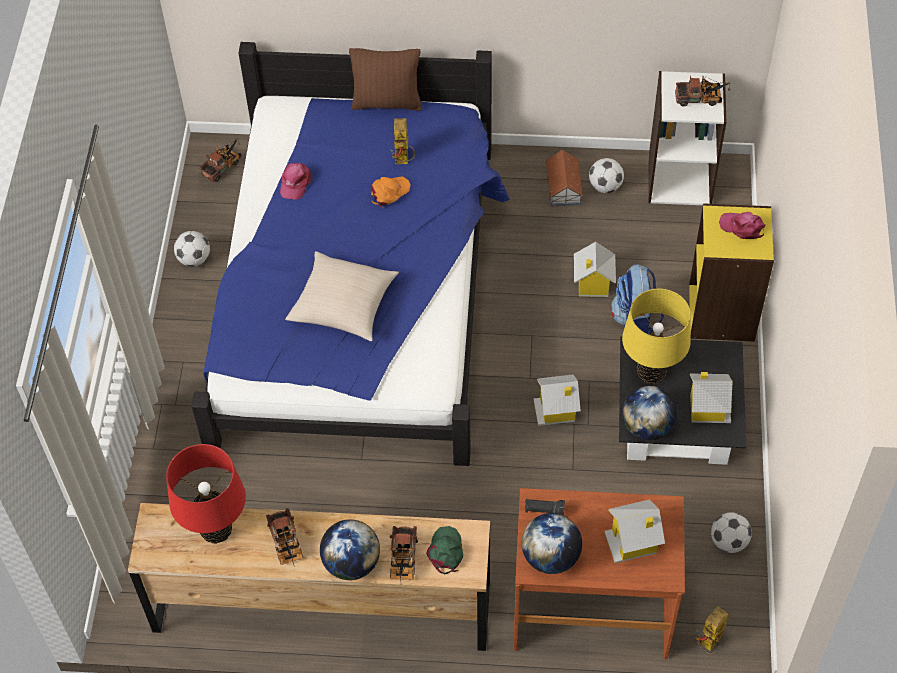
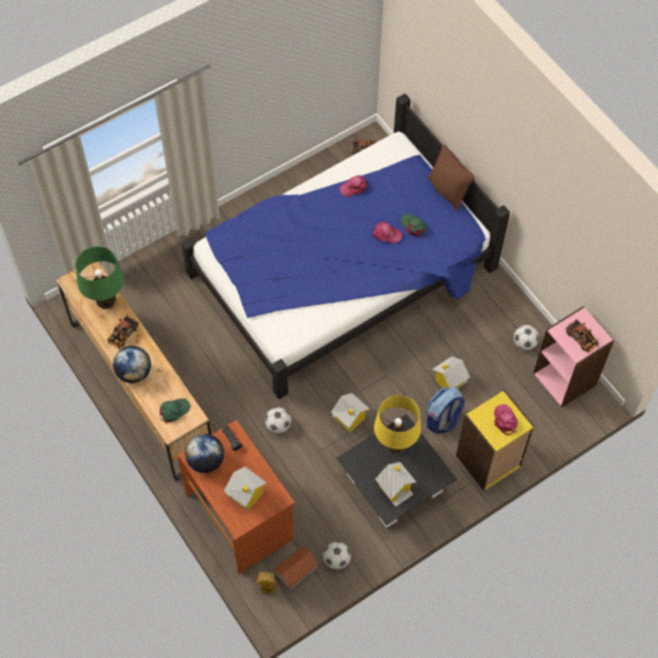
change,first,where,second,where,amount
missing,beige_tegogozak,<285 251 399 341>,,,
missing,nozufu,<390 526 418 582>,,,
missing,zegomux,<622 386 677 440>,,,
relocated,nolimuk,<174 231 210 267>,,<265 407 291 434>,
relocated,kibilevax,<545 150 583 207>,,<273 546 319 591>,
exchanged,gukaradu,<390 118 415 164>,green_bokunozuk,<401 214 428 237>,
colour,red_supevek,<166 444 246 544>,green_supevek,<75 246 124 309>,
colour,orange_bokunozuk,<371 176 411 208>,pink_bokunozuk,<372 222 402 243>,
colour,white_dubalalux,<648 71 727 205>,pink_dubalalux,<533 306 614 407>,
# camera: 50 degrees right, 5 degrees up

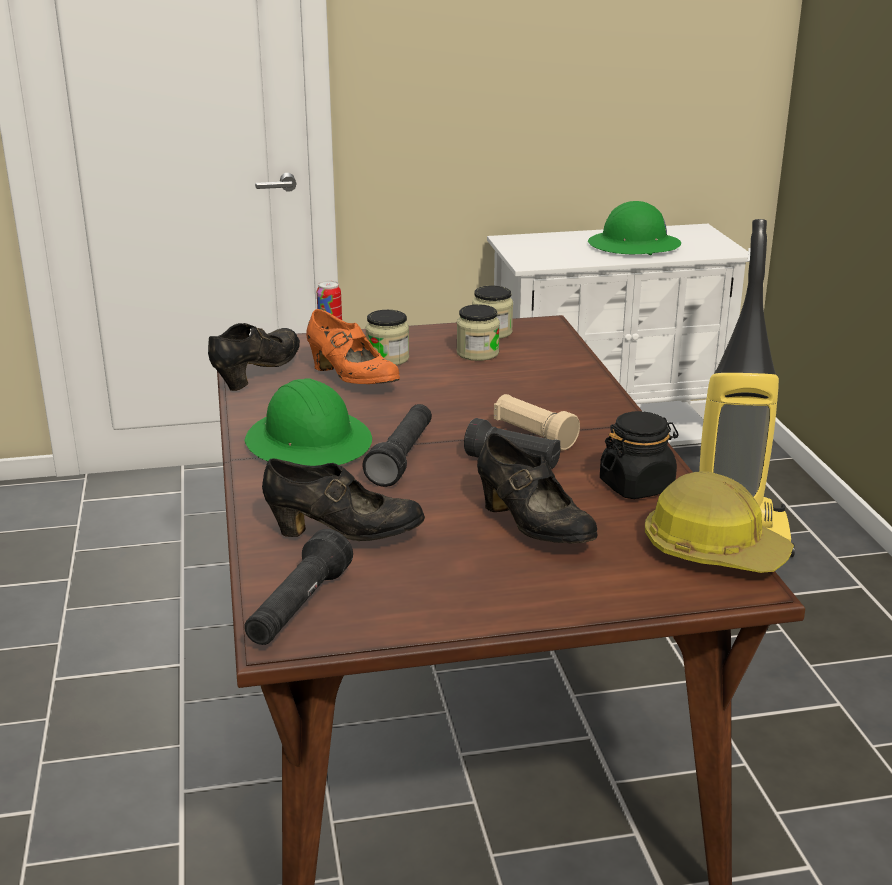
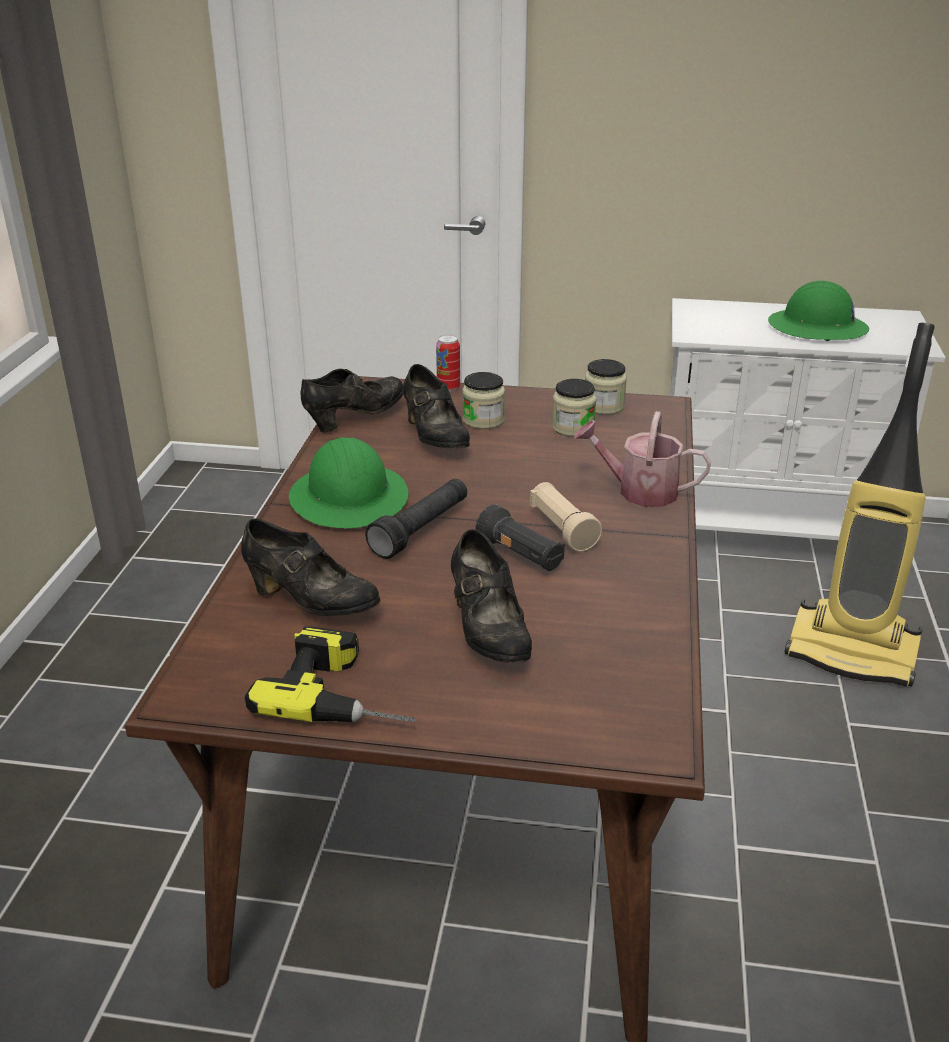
change,first,where,second,where,amount
missing,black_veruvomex,<244 529 353 645>,,,
missing,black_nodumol,<600 411 679 499>,,,
missing,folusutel,<645 471 794 573>,,,
appeared,,,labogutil,<245 627 416 722>,
appeared,,,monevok,<574 411 712 507>,
colour,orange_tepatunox,<306 309 400 384>,black_tepatunox,<403 364 470 448>,
# camera: 20 degrees right, 5 degrees up

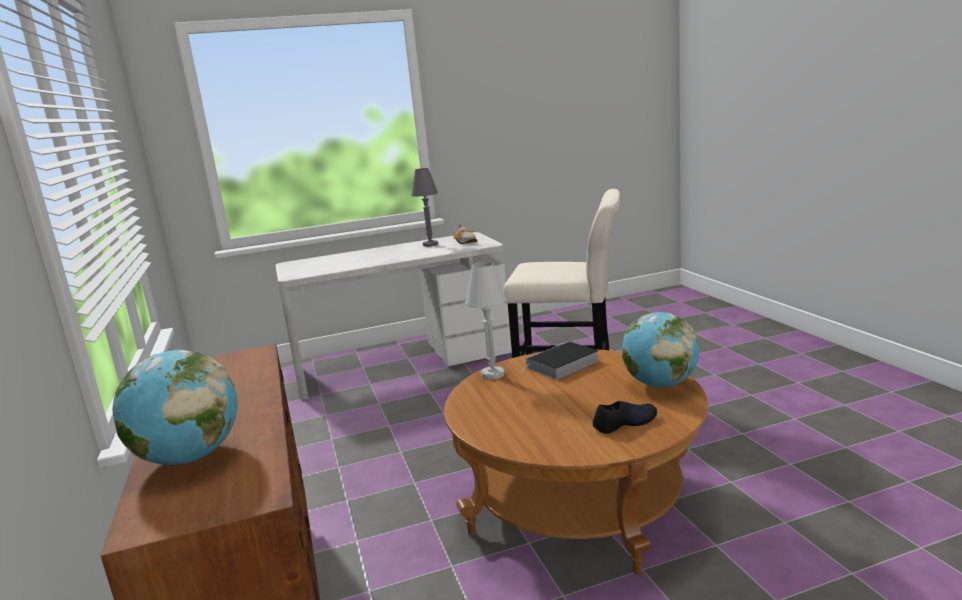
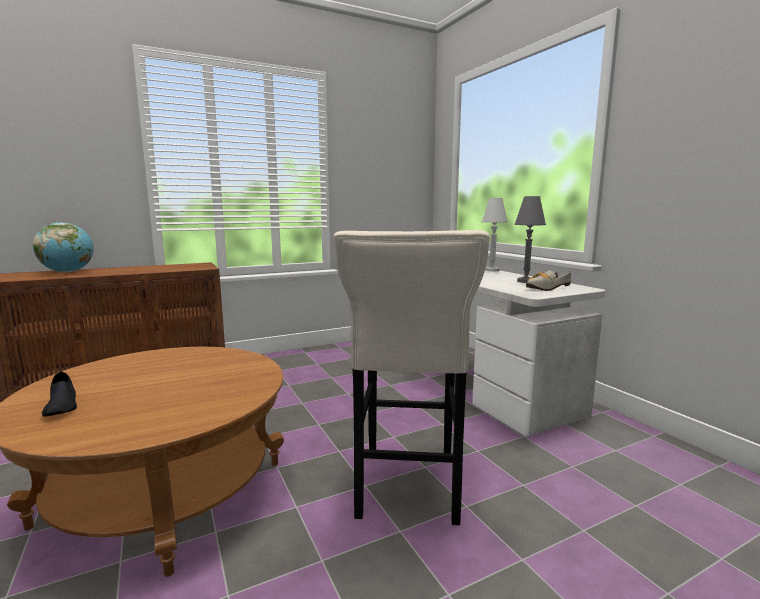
change,first,where,second,where,amount
missing,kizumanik,<521 341 599 380>,,,
missing,zegomux,<622 312 699 388>,,,
relocated,white_supevek,<465 262 506 379>,,<482 198 508 271>,
# camera: 80 degrees right, 5 degrees down

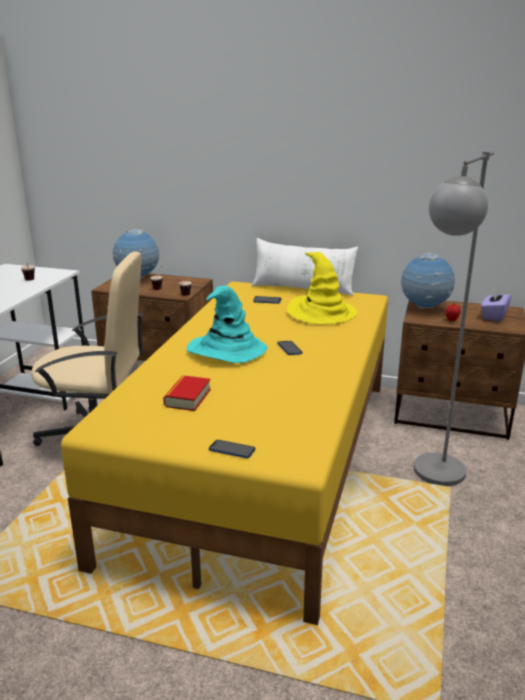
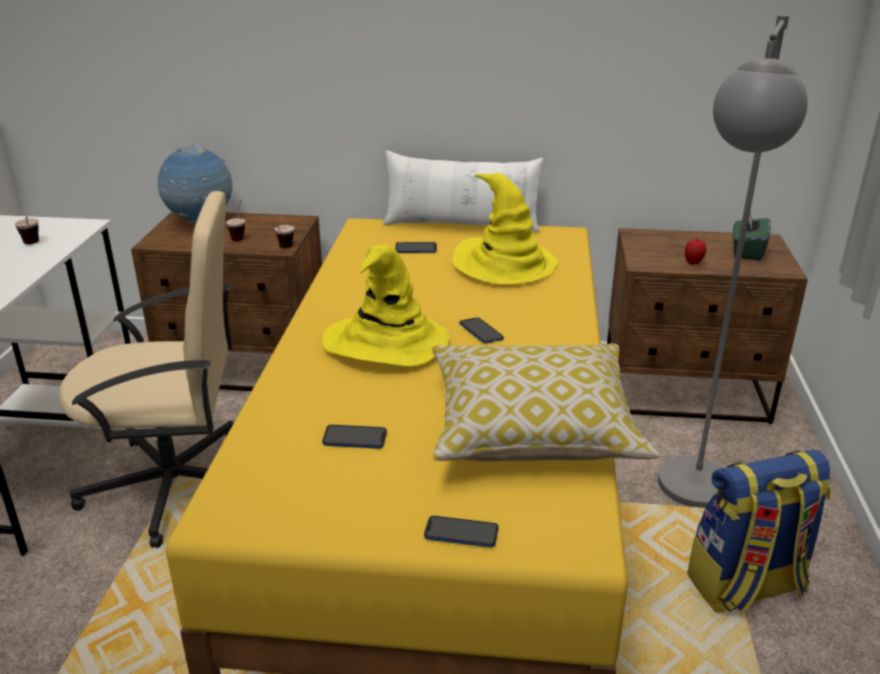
change,first,where,second,where,amount
missing,zegomux,<401 253 455 309>,,,
appeared,,,tegogozak,<432 344 660 461>,
appeared,,,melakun,<687 450 831 613>,
exchanged,kizumanik,<163 375 211 411>,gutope,<322 425 387 449>,
colour,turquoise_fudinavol,<187 286 268 363>,yellow_fudinavol,<322 245 449 366>,
colour,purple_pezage,<481 286 512 322>,green_pezage,<733 210 771 260>,
# camera: 10 degrees left, 5 degrees up

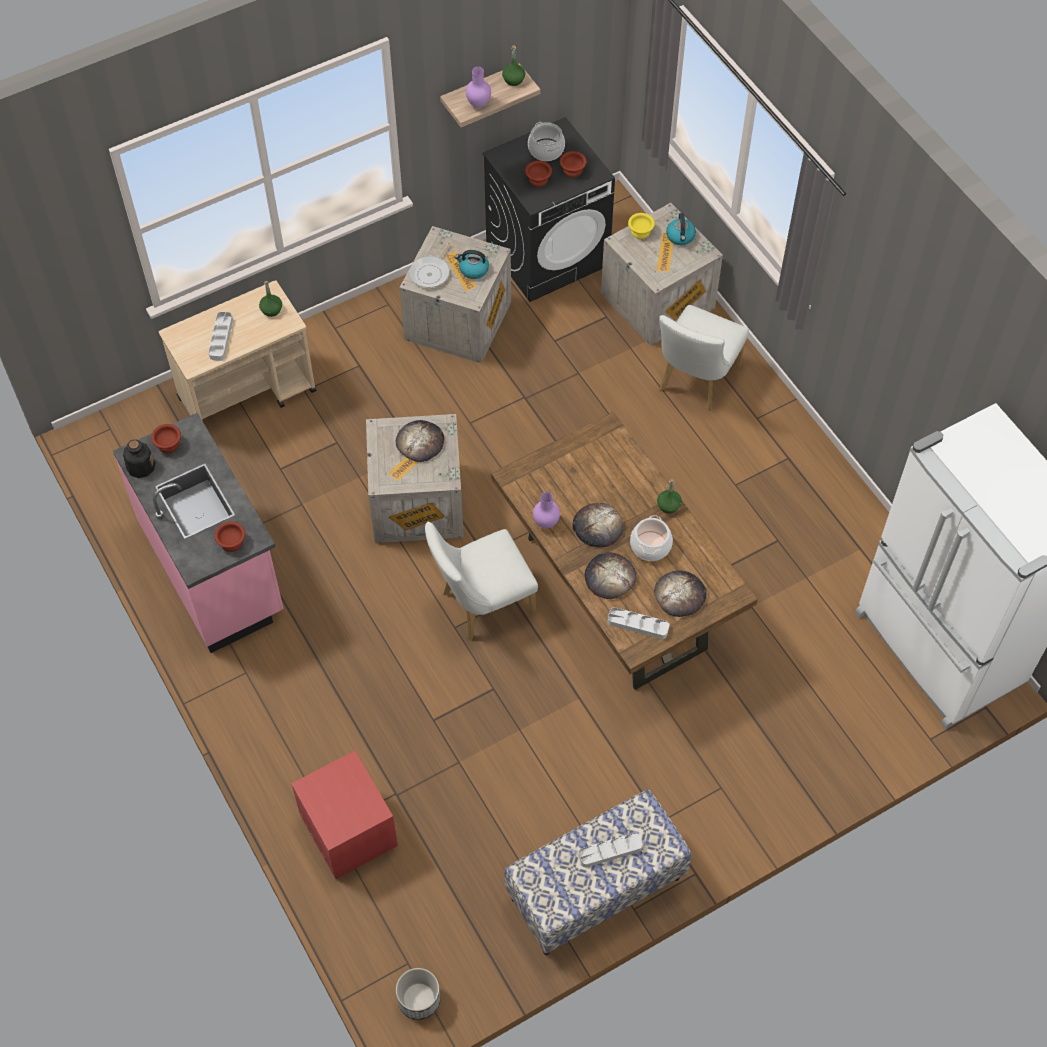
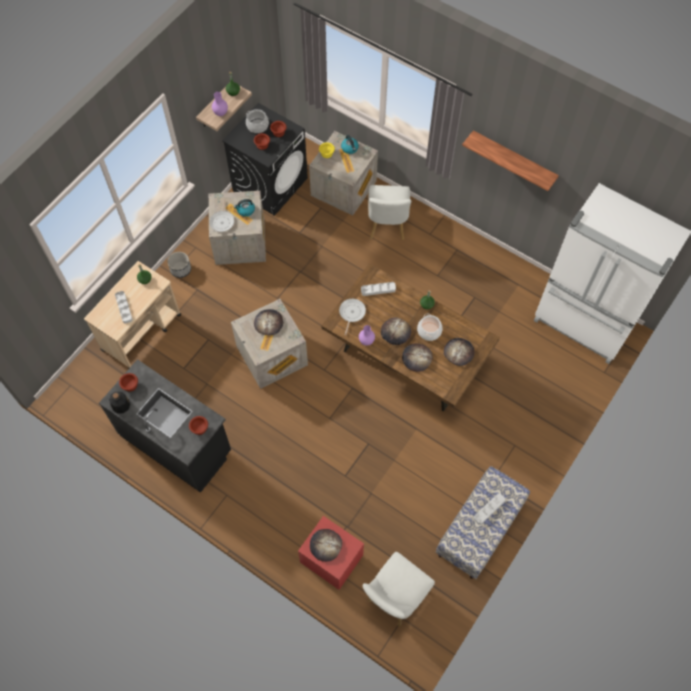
change,first,where,second,where,amount
appeared,,,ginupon,<310 529 342 562>,
appeared,,,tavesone,<339 299 366 335>,
appeared,,,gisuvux,<462 130 559 191>,
relocated,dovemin,<396 968 440 1020>,,<167 252 191 278>,
relocated,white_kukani,<425 522 538 641>,,<363 552 435 627>,
relocated,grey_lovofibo,<607 607 669 639>,,<361 282 396 296>,
colour,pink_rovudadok,<113 413 284 653>,black_rovudadok,<99 359 231 493>,
# camera: 25 degrees left, 5 degrees up

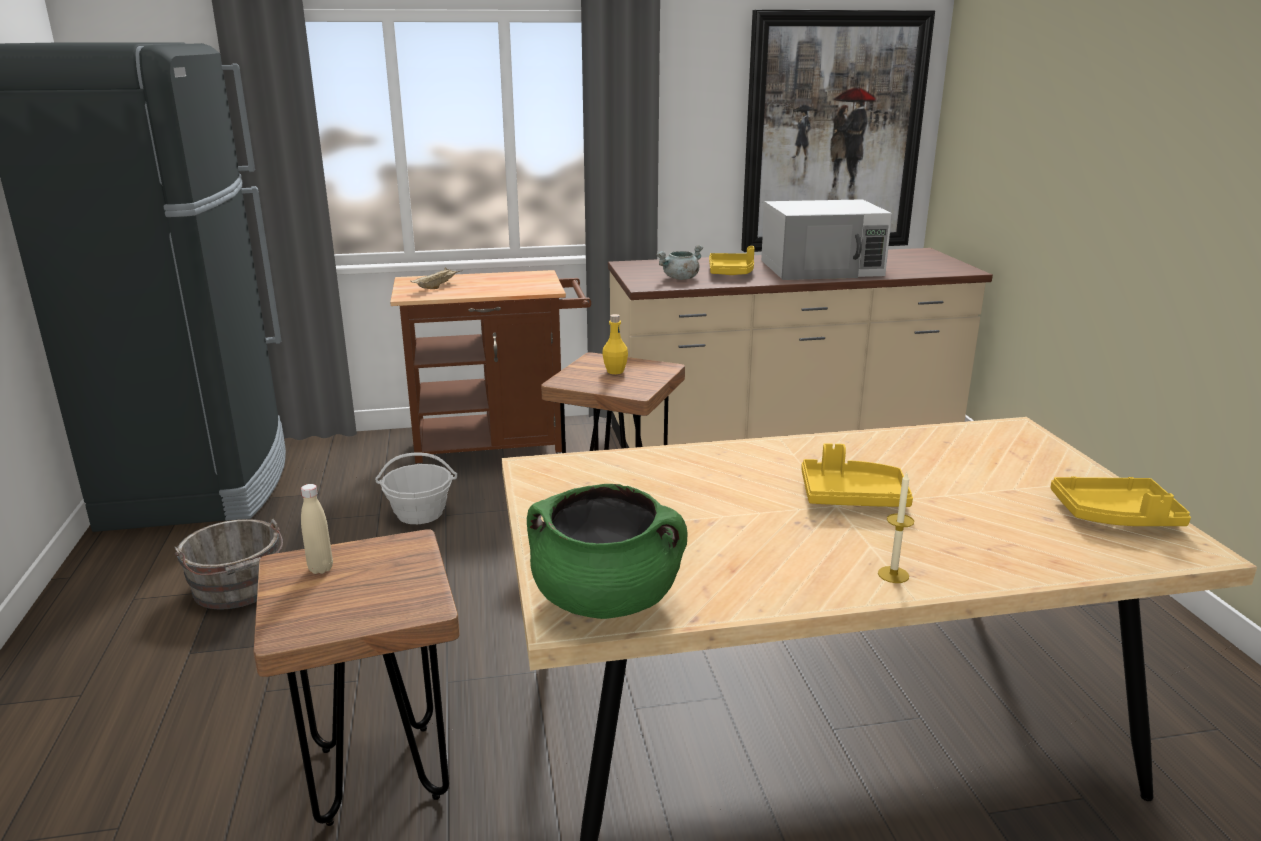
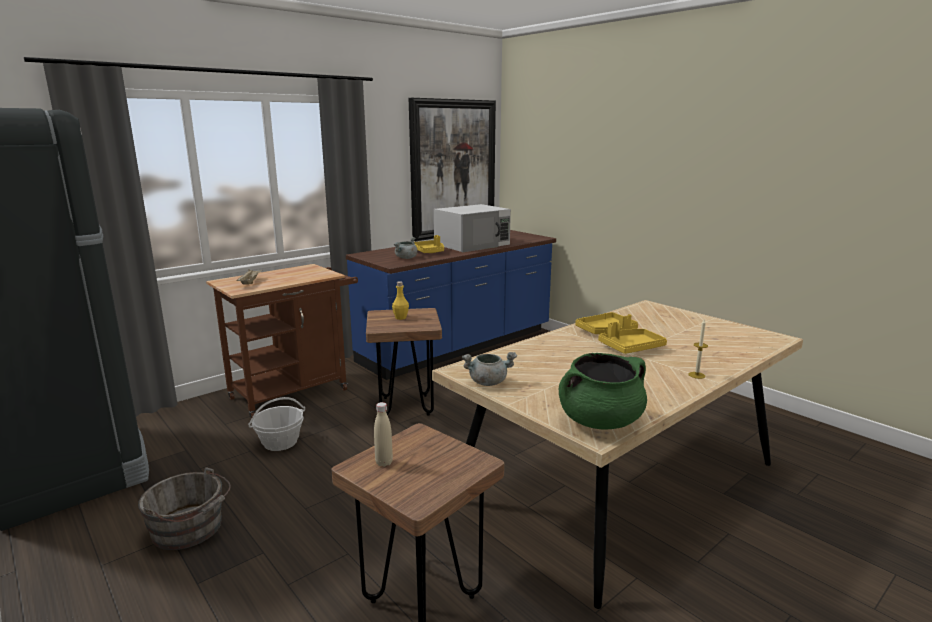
change,first,where,second,where,amount
appeared,,,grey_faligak,<462 352 517 386>,
relocated,yellow_lovofibo,<1050 476 1191 526>,,<575 312 638 334>,
colour,beige_rovudadok,<608 248 993 448>,blue_rovudadok,<346 230 556 380>,
# camera: 30 degrees left, 5 degrees down

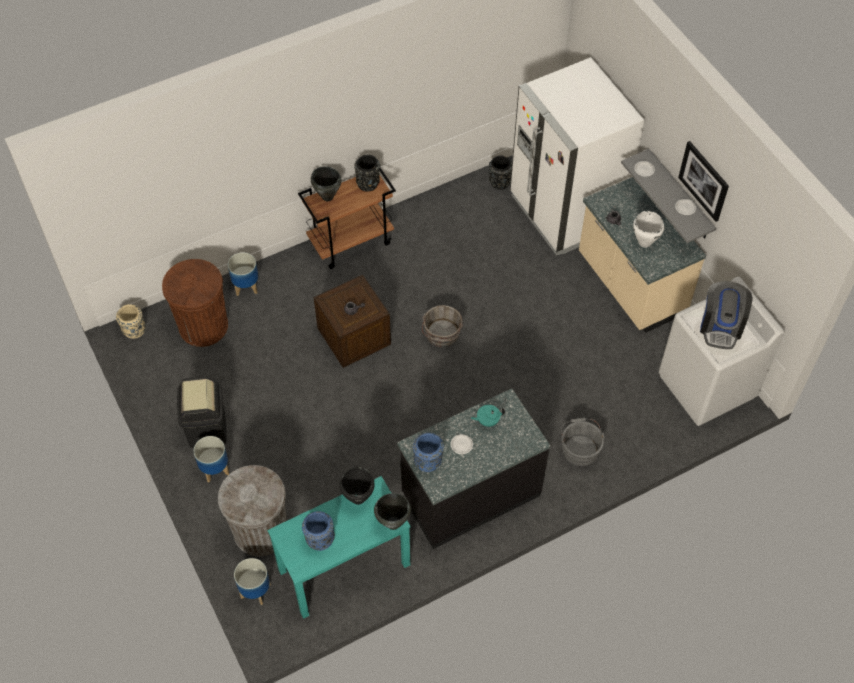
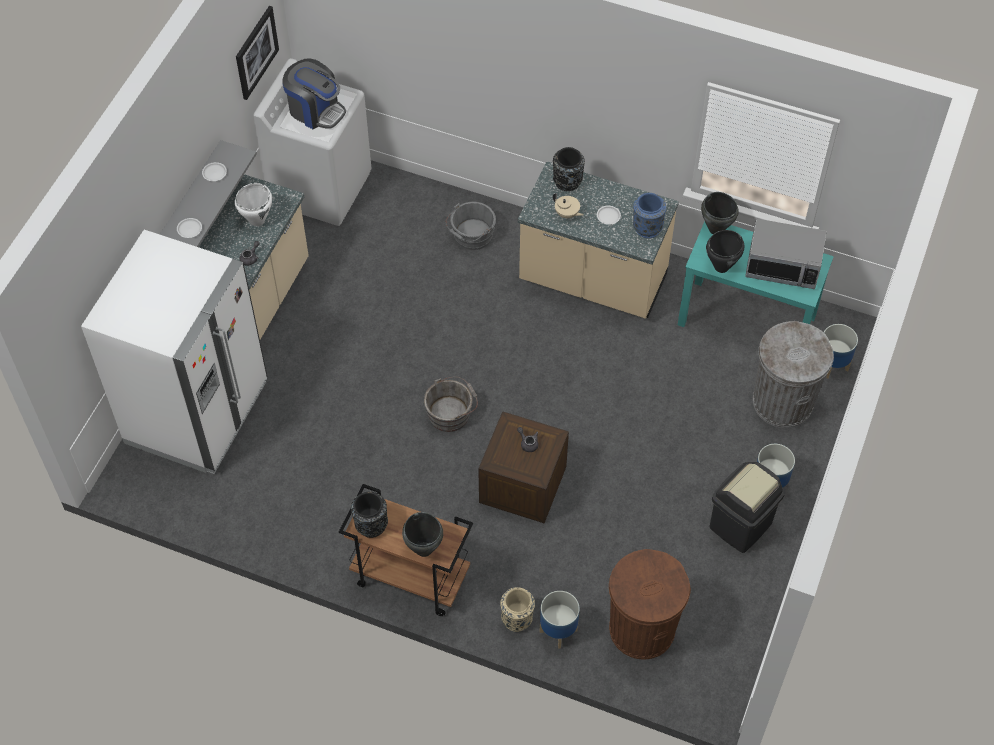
change,first,where,second,where,amount
relocated,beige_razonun,<116 304 146 339>,,<500 587 535 632>,
relocated,black_razonun,<489 156 512 190>,,<553 147 585 191>,
relocated,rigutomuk,<678 141 729 222>,,<236 6 279 100>,
exchanged,blue_razonun,<302 511 335 551>,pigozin,<745 219 826 289>,
colour,black_rovudadok,<397 389 550 549>,beige_rovudadok,<518 161 679 319>,
colour,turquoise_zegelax,<471 405 505 427>,beige_zegelax,<553 193 584 218>,
spun,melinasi,<700 281 752 349>,,<282 58 346 129>,60 degrees clockwise
# camera: 130 degrees left, 0 degrees up

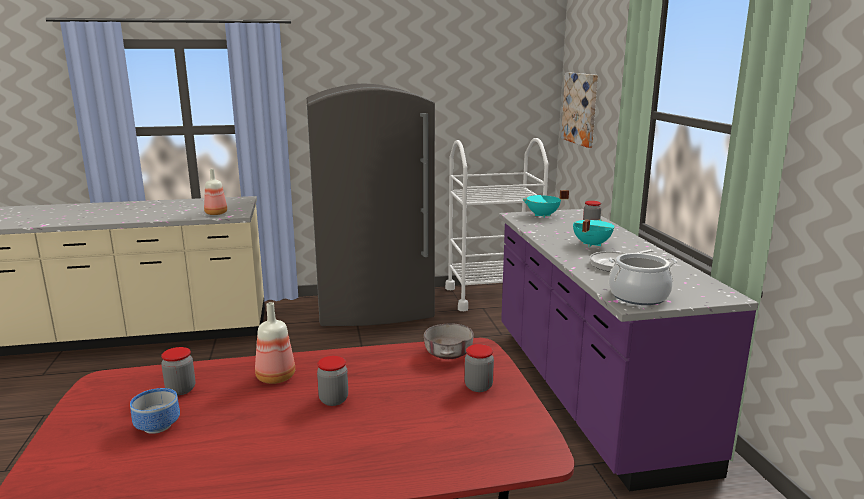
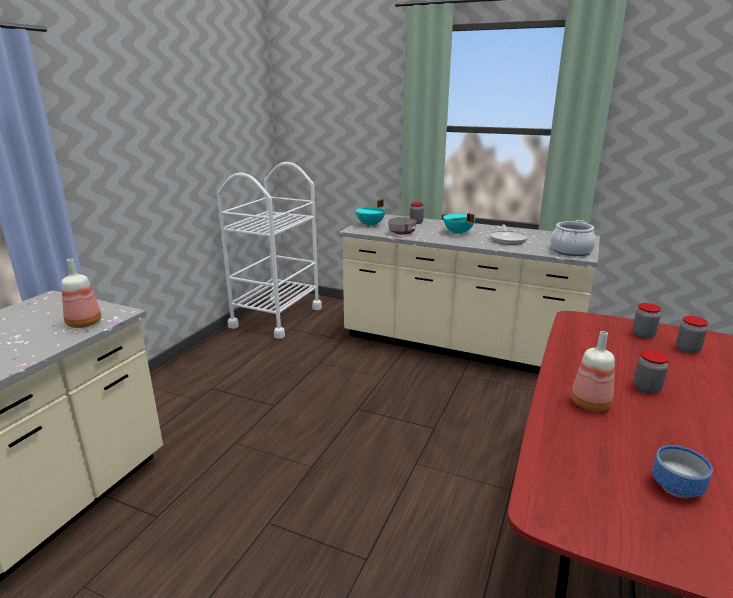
change,first,where,second,where,amount
missing,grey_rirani,<307 83 435 326>,,,
missing,rigutomuk,<561 72 598 148>,,,
relocated,nodumol,<161 347 195 396>,,<676 316 708 354>,
relocated,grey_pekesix,<424 323 474 359>,,<388 217 416 235>,
colour,purple_rovudadok,<499 209 759 492>,beige_rovudadok,<339 214 600 374>,
# camera: 55 degrees left, 5 degrees up

